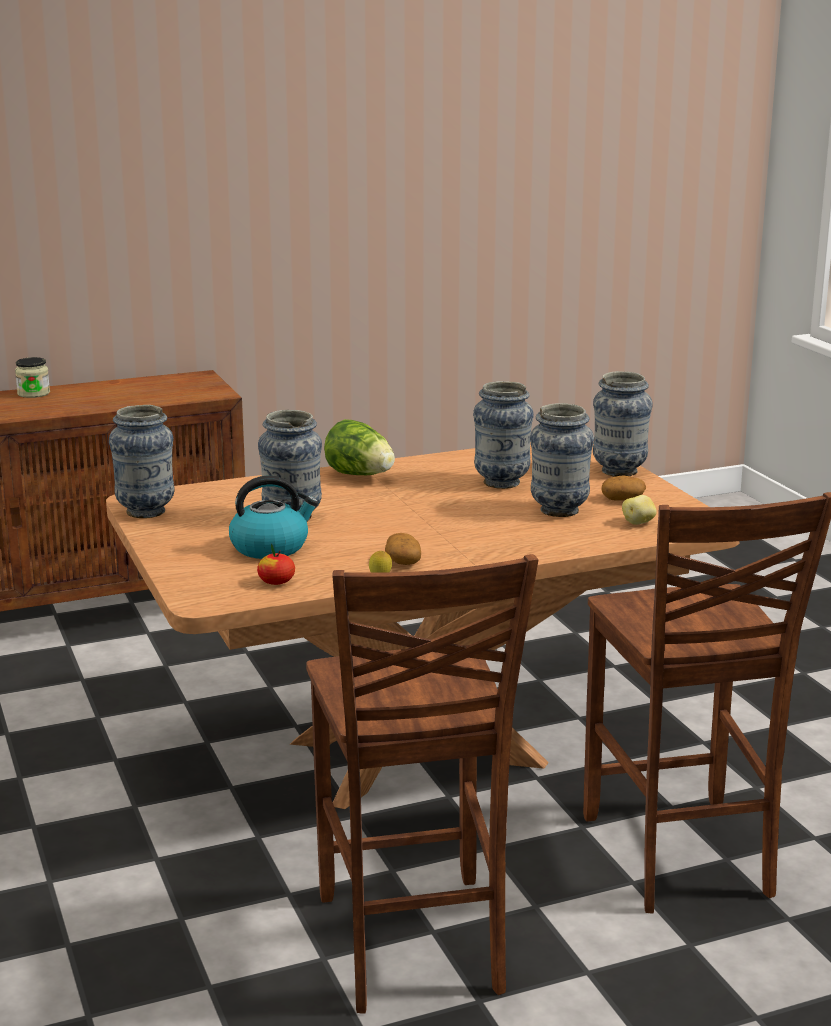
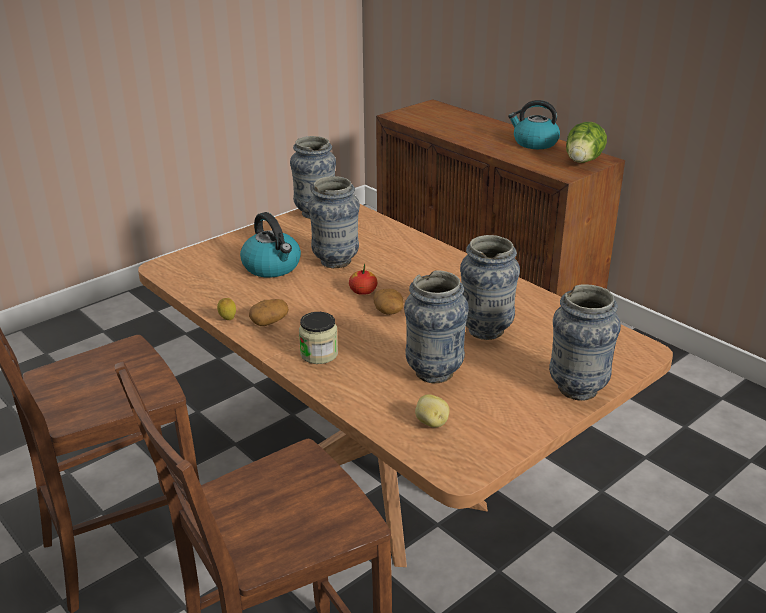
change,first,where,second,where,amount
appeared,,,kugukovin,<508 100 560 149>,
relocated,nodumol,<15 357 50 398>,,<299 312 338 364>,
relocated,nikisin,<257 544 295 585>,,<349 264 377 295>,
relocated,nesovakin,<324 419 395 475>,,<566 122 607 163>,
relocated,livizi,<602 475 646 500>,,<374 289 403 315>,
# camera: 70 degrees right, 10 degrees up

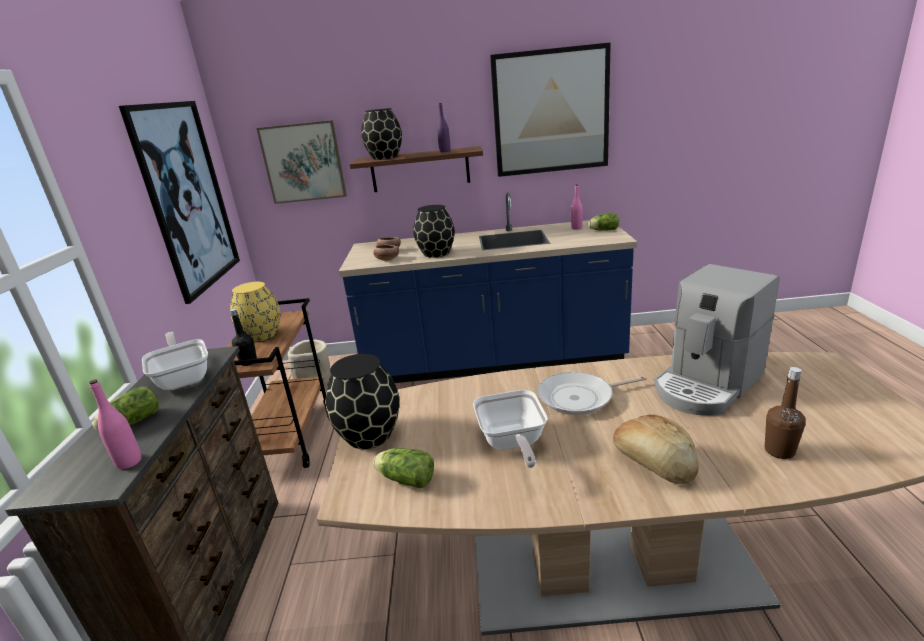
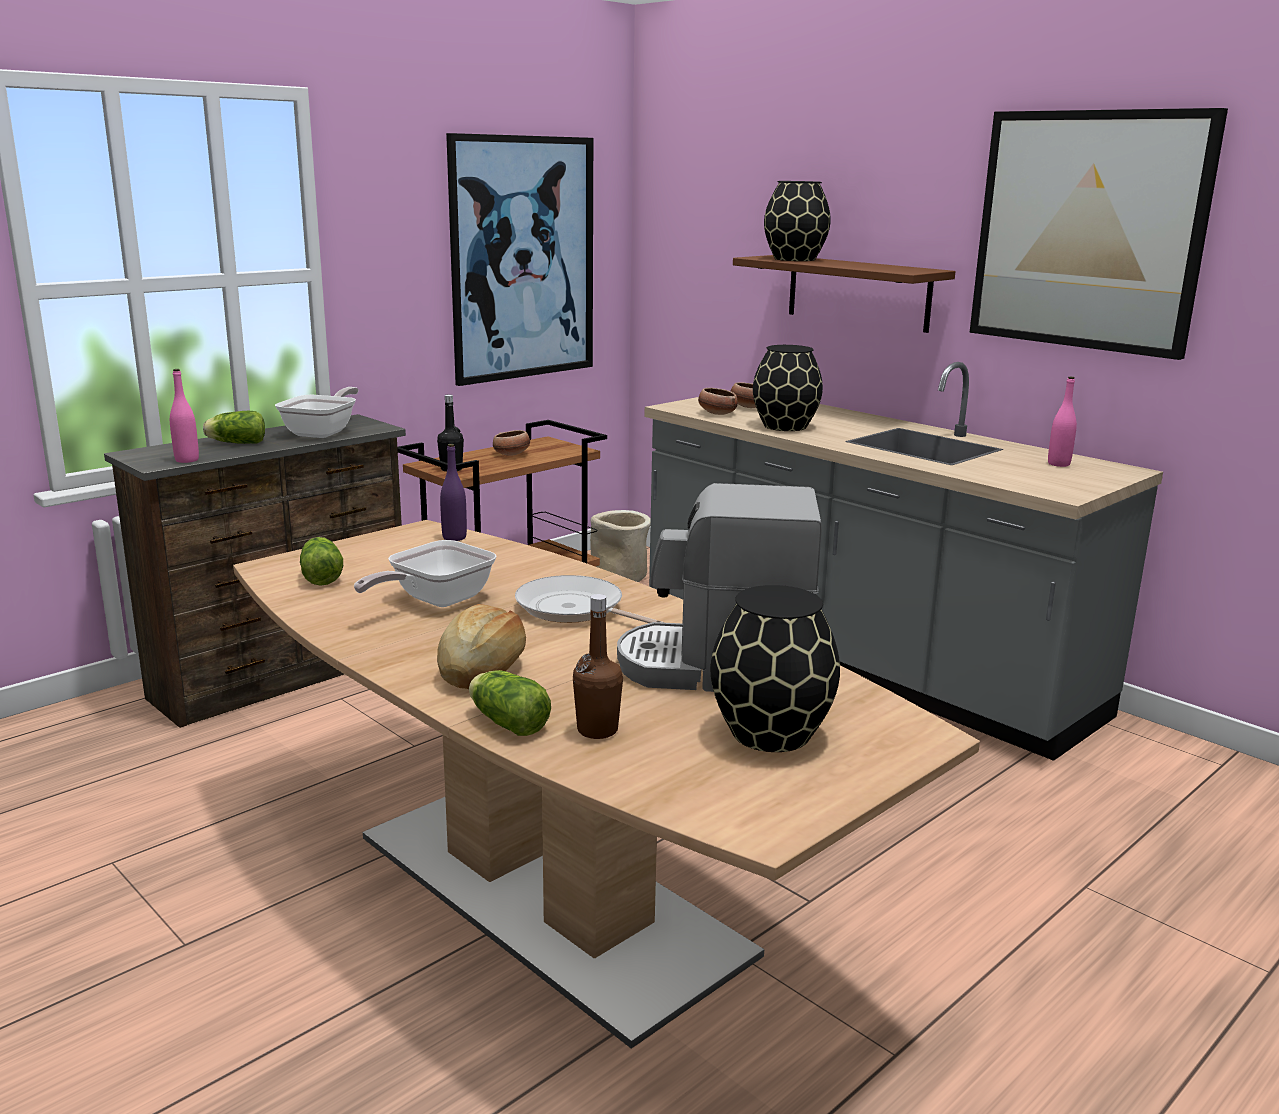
change,first,where,second,where,amount
missing,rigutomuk,<256 120 347 204>,,,
relocated,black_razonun,<325 354 400 449>,,<710 585 840 752>,
relocated,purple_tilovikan,<437 103 451 152>,,<440 444 467 541>,
relocated,nesovakin,<588 213 619 231>,,<469 670 551 736>,
exchanged,yellow_razonun,<230 282 280 342>,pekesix,<493 430 530 456>,
colour,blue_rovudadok,<339 192 637 383>,grey_rovudadok,<644 362 1163 761>,
# camera: 45 degrees right, 5 degrees down

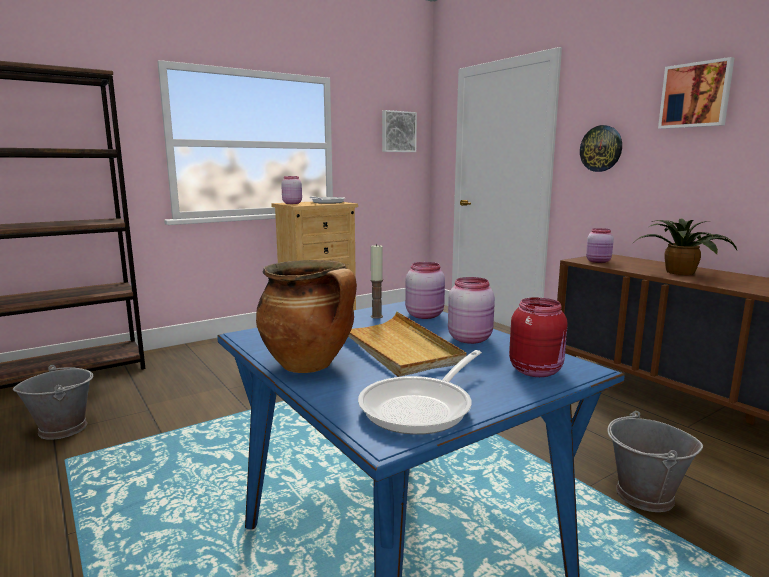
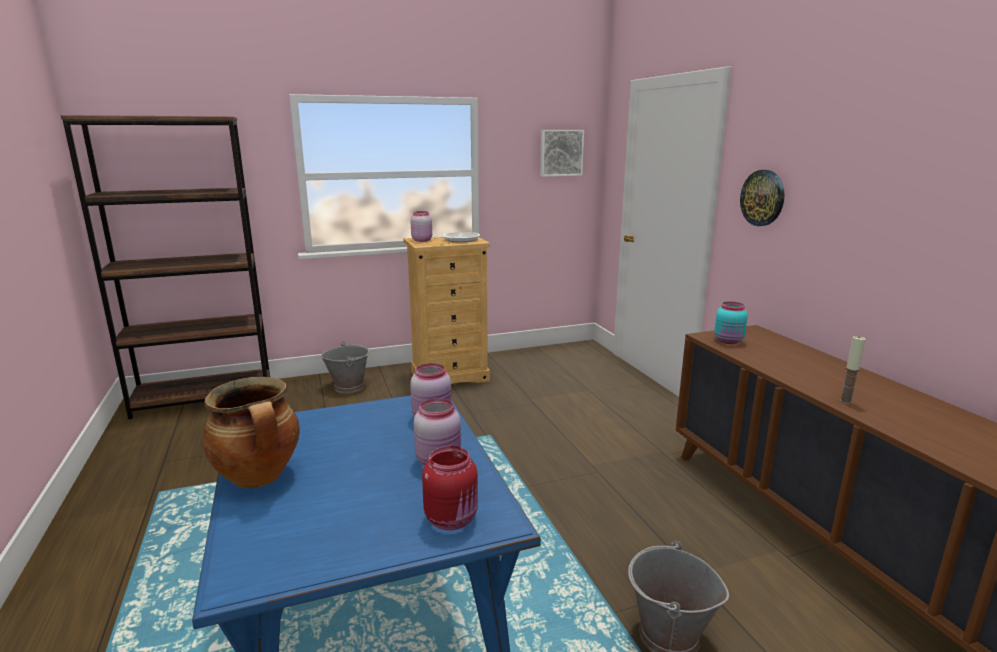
change,first,where,second,where,amount
missing,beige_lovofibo,<348 312 467 377>,,,
missing,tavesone,<358 350 482 435>,,,
missing,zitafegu,<634 219 737 275>,,,
missing,rigutomuk,<658 57 734 129>,,,
relocated,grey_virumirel,<13 365 93 440>,,<320 342 370 393>,
relocated,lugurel,<370 244 383 319>,,<839 336 865 404>,
colour,pink_nodumol,<586 228 614 263>,turquoise_nodumol,<714 301 748 344>,
# camera: 15 degrees right, 5 degrees up

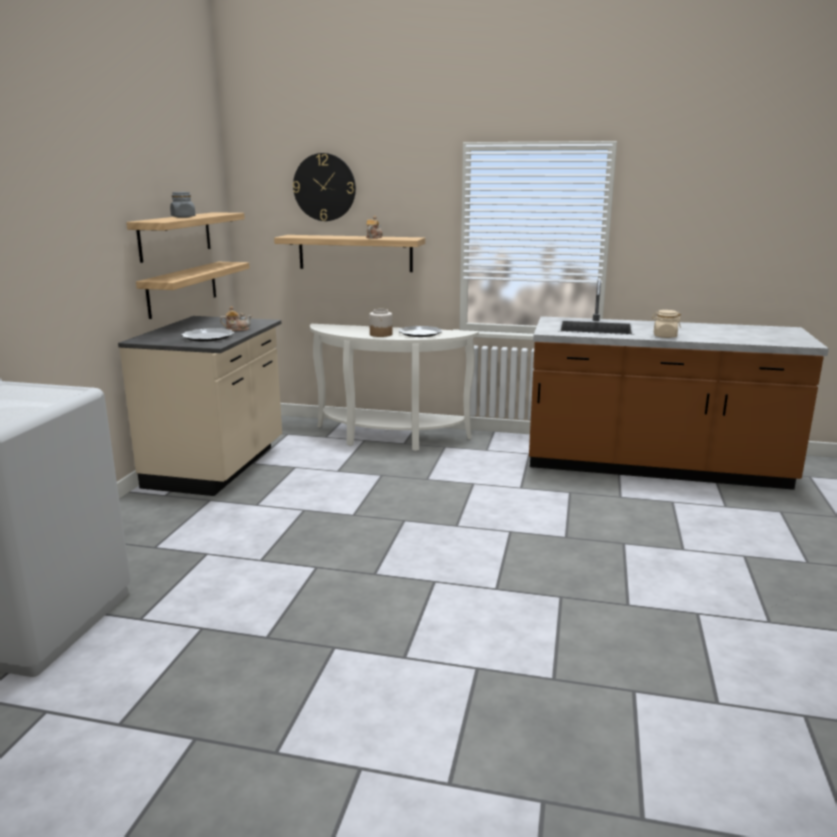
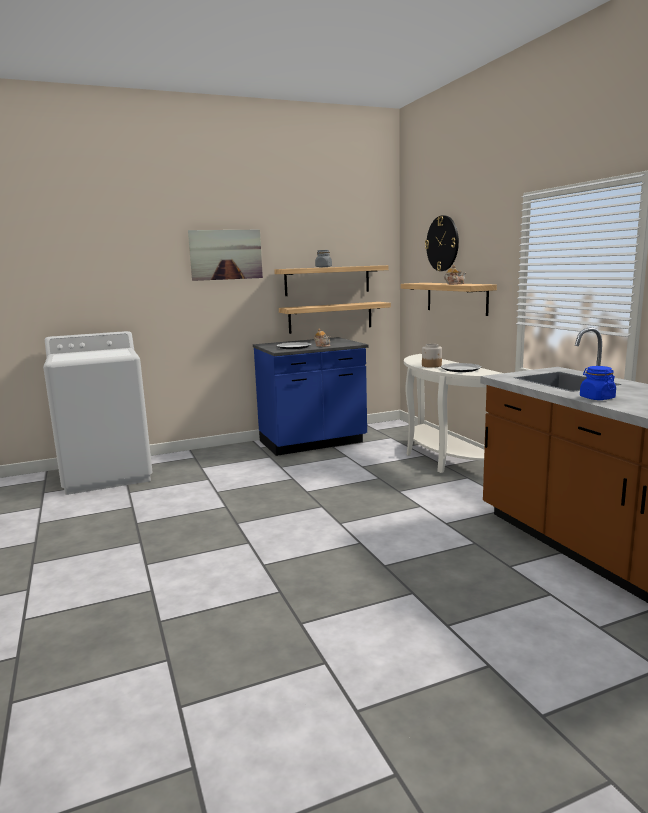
change,first,where,second,where,amount
appeared,,,rigutomuk,<188 230 263 281>,
colour,beige_rovudadok,<118 316 282 496>,blue_rovudadok,<253 337 369 456>,
colour,beige_nodumol,<652 310 681 338>,blue_nodumol,<580 366 616 400>,
# camera: 55 degrees right, 5 degrees down

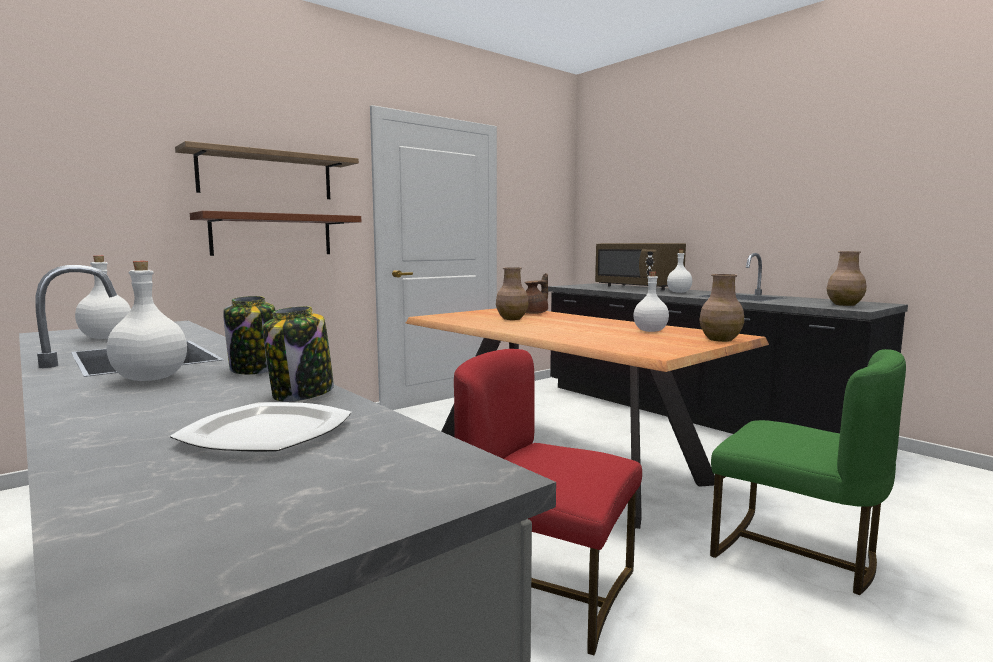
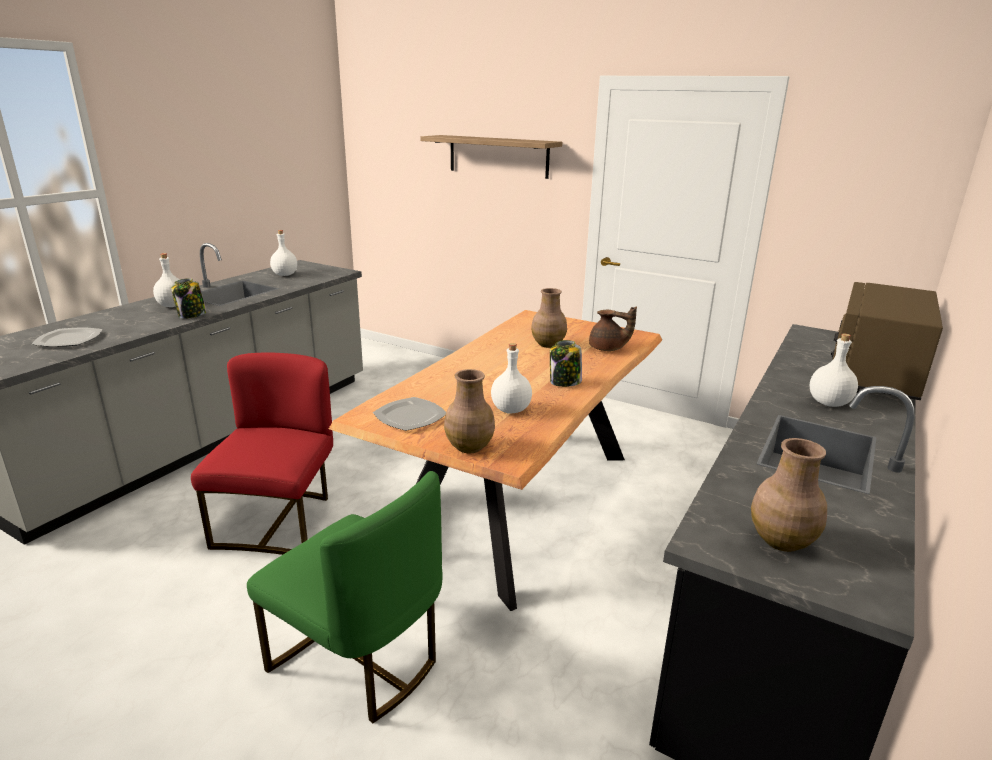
change,first,where,second,where,amount
missing,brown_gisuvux,<190 211 361 256>,,,
appeared,,,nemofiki,<373 397 446 431>,
relocated,nodumol,<263 306 334 402>,,<550 340 582 387>,
spun,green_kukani,<710 349 906 595>,,<247 471 443 723>,75 degrees counterclockwise
# camera: 70 degrees right, 15 degrees up

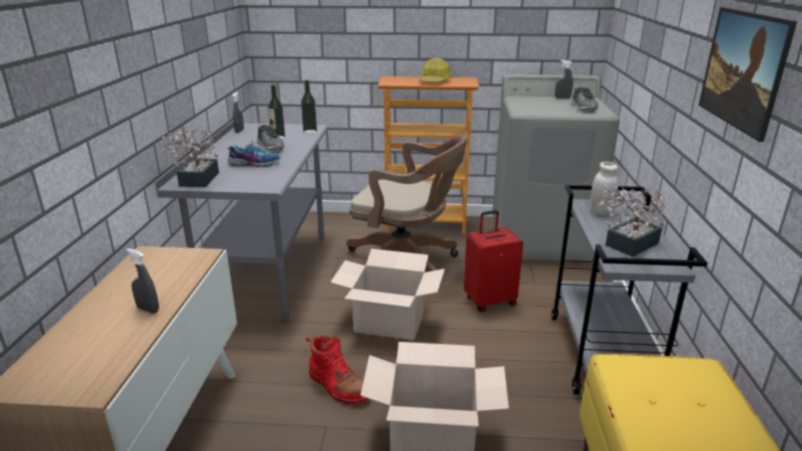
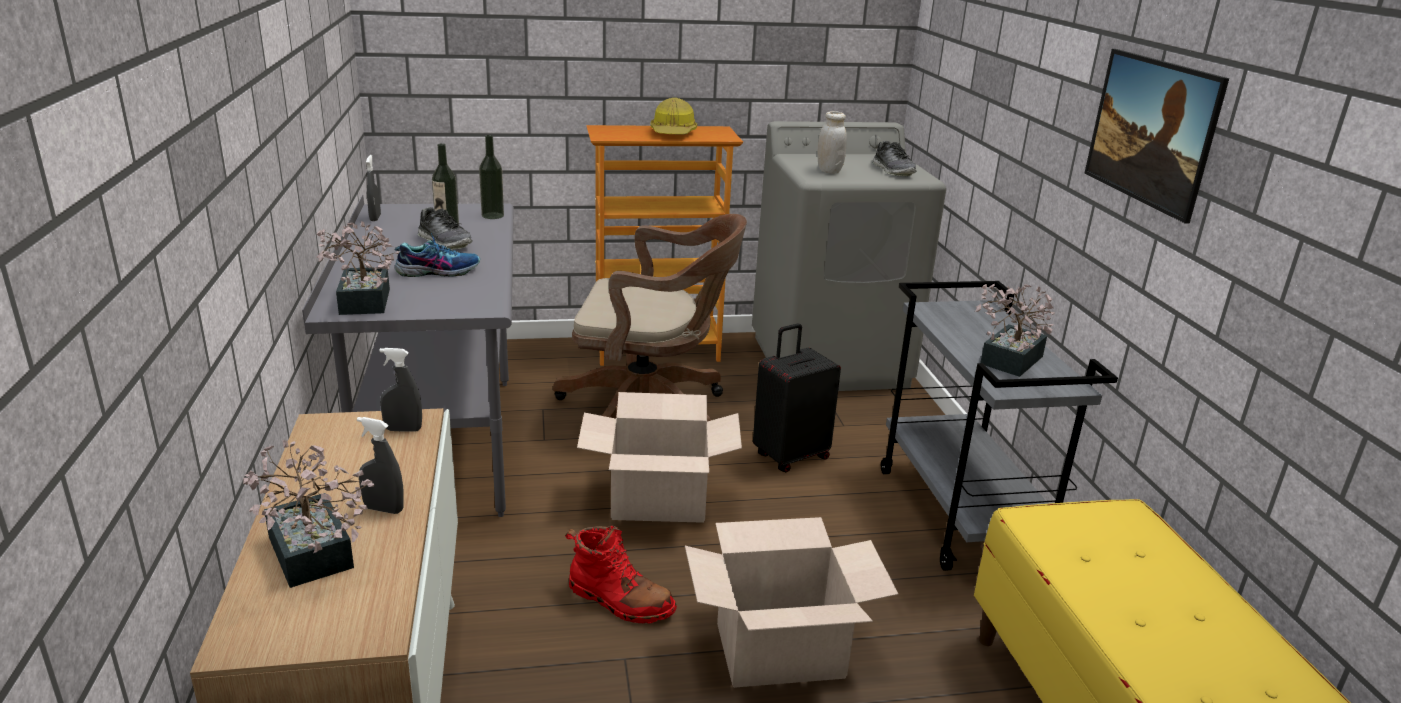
change,first,where,second,where,amount
appeared,,,zitafegu,<243 440 374 588>,
relocated,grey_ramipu,<555 60 573 99>,,<379 348 422 432>,
relocated,white_nodumol,<591 162 618 215>,,<817 111 847 173>,
colour,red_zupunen,<464 210 523 312>,black_zupunen,<753 323 841 472>,
# camera: 15 degrees left, 0 degrees up

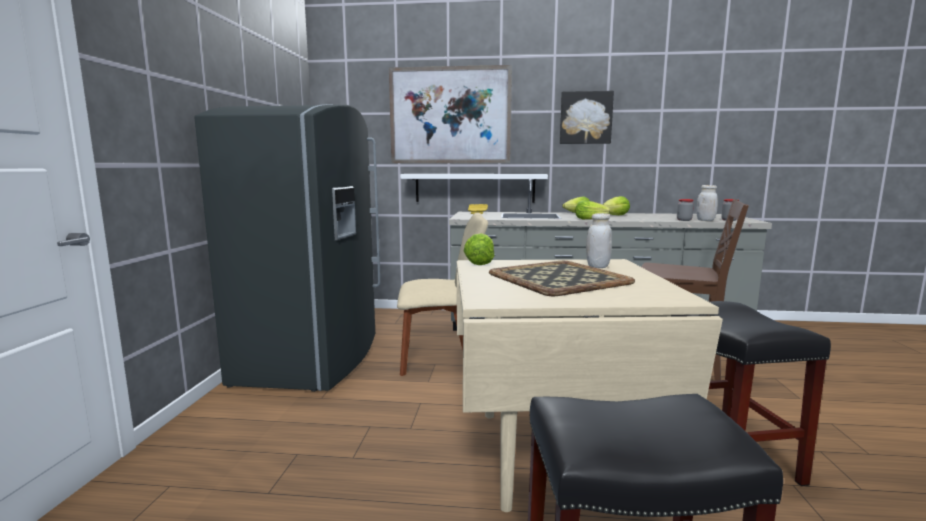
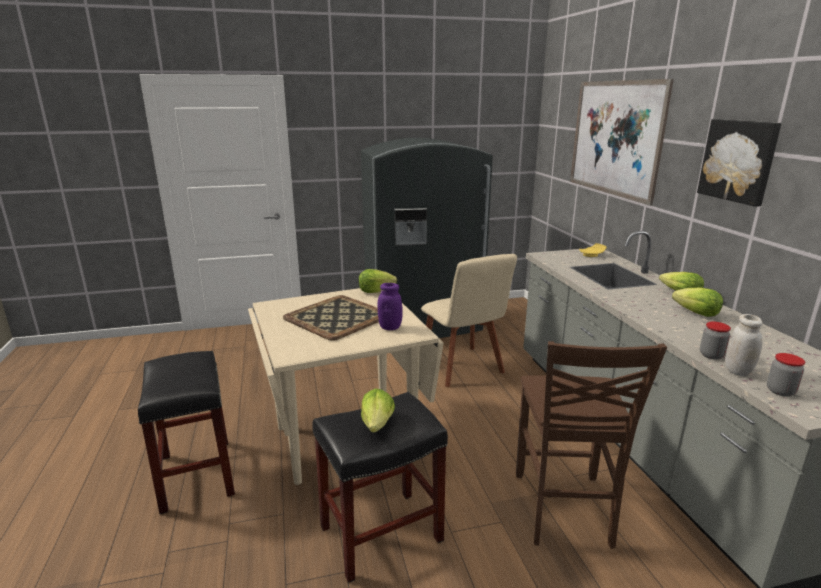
change,first,where,second,where,amount
missing,white_gisuvux,<400 174 548 203>,,,
relocated,nesovakin,<575 200 611 219>,,<361 388 395 433>,
colour,white_nodumol,<586 213 612 268>,purple_nodumol,<378 283 403 330>,
# camera: 70 degrees right, 10 degrees up

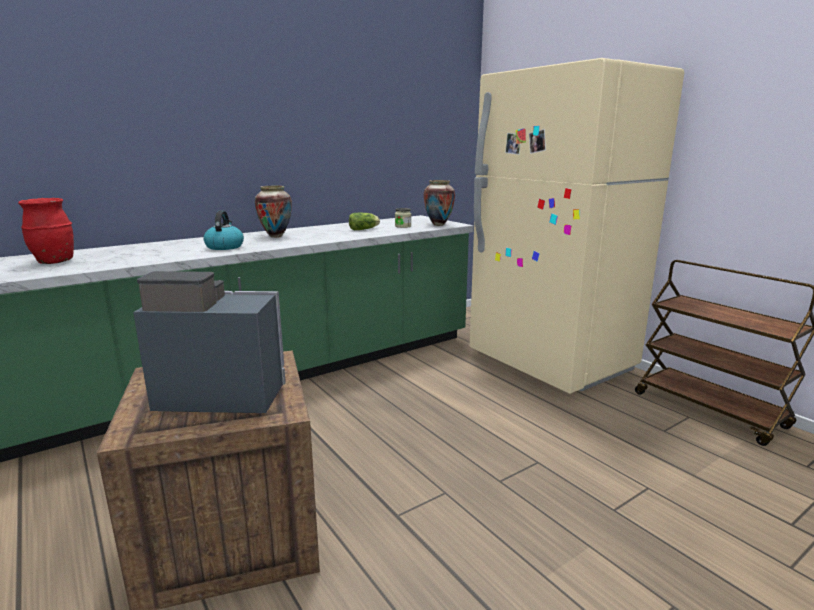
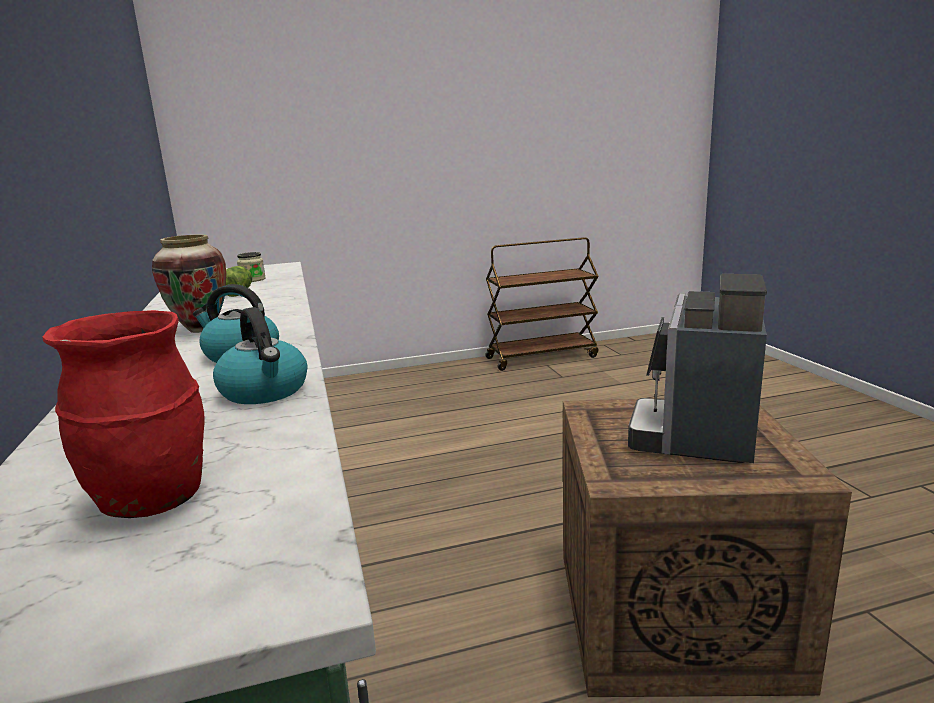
change,first,where,second,where,amount
missing,razonun,<424 180 455 226>,,,
missing,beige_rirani,<470 58 684 394>,,,
appeared,,,kugukovin,<213 307 308 404>,
# camera: 70 degrees left, 0 degrees up

